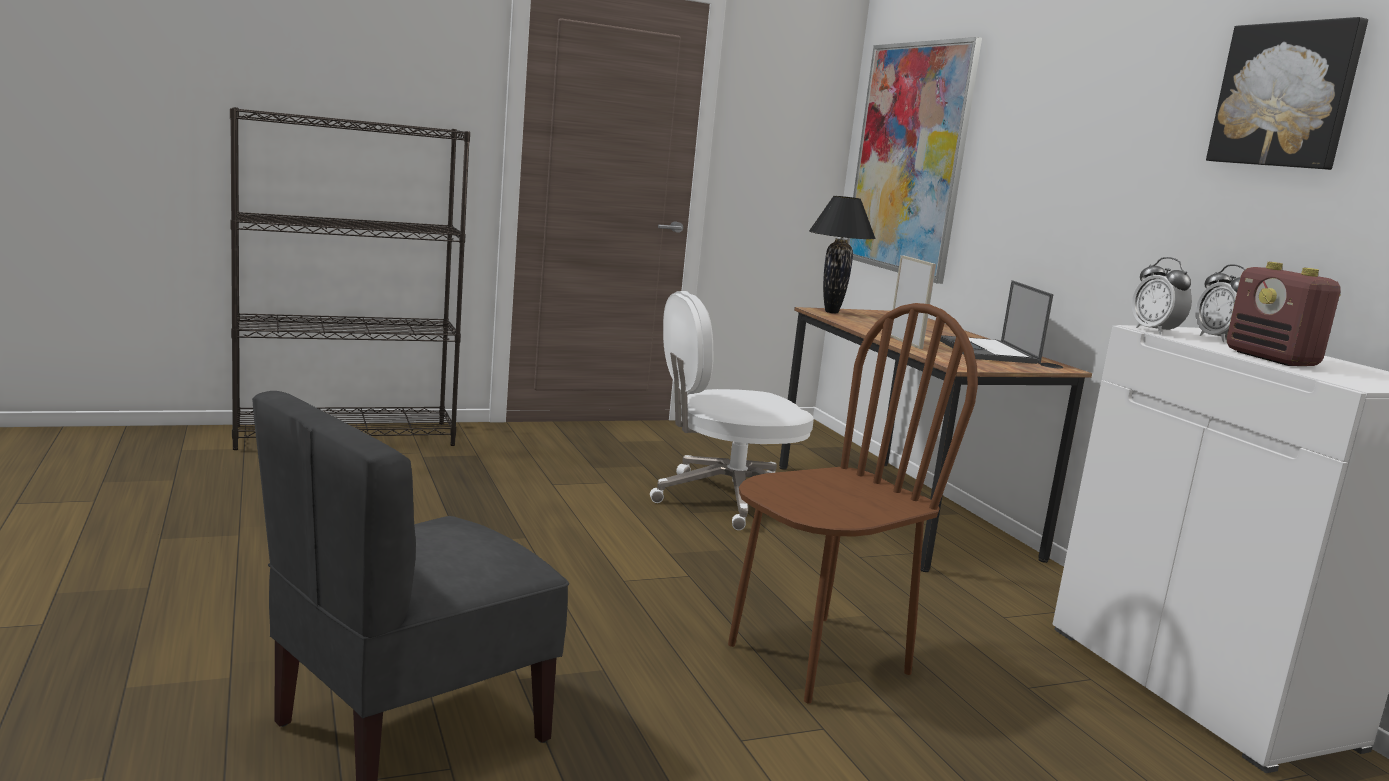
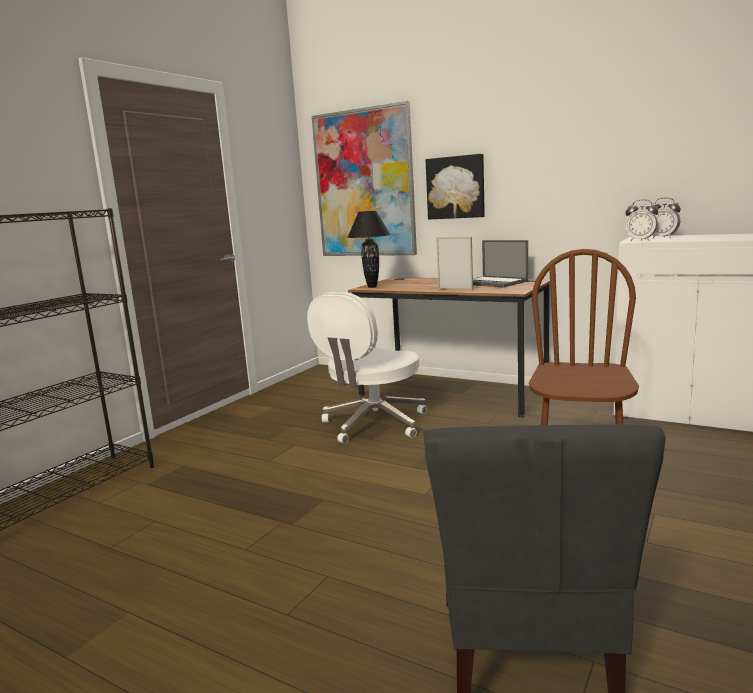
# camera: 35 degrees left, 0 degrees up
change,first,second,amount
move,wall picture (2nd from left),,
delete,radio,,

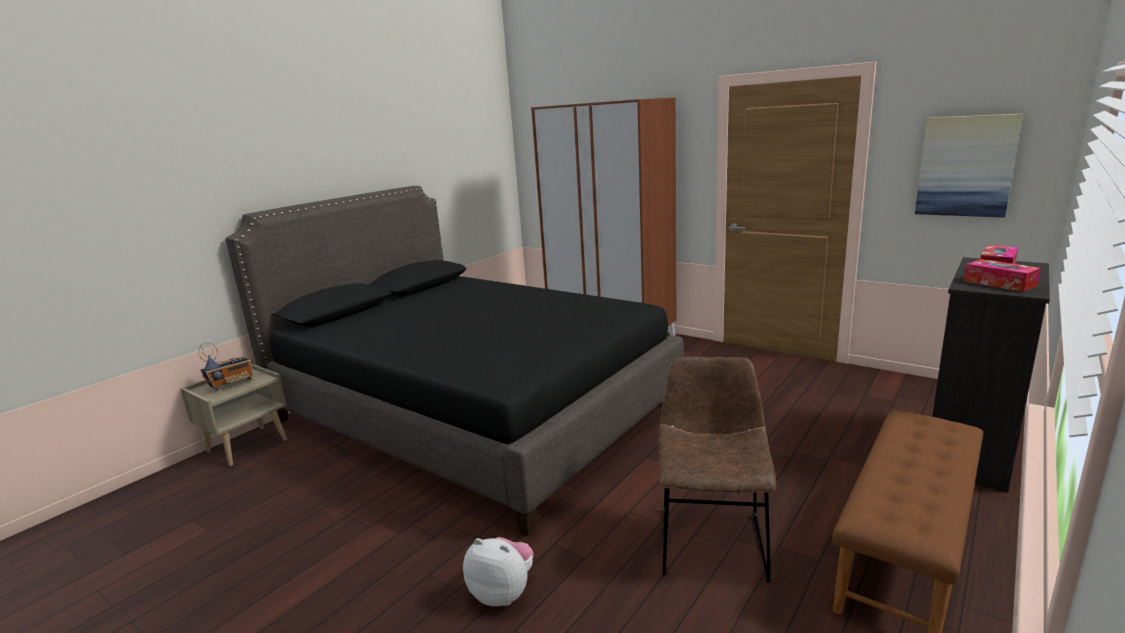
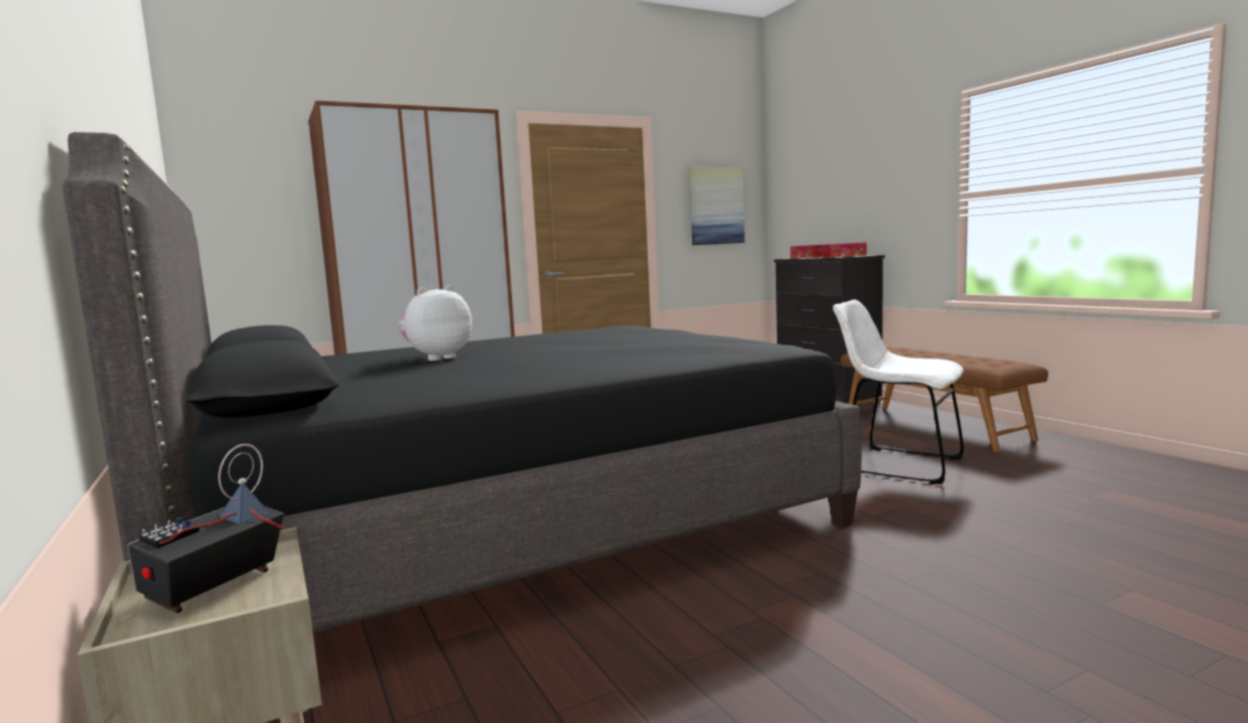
# camera: 65 degrees left, 10 degrees down
change,first,second,amount
rotate,radio,,135 degrees counterclockwise
move,soft toy,,
recolor,brownish upright chair,whitish upright chair,

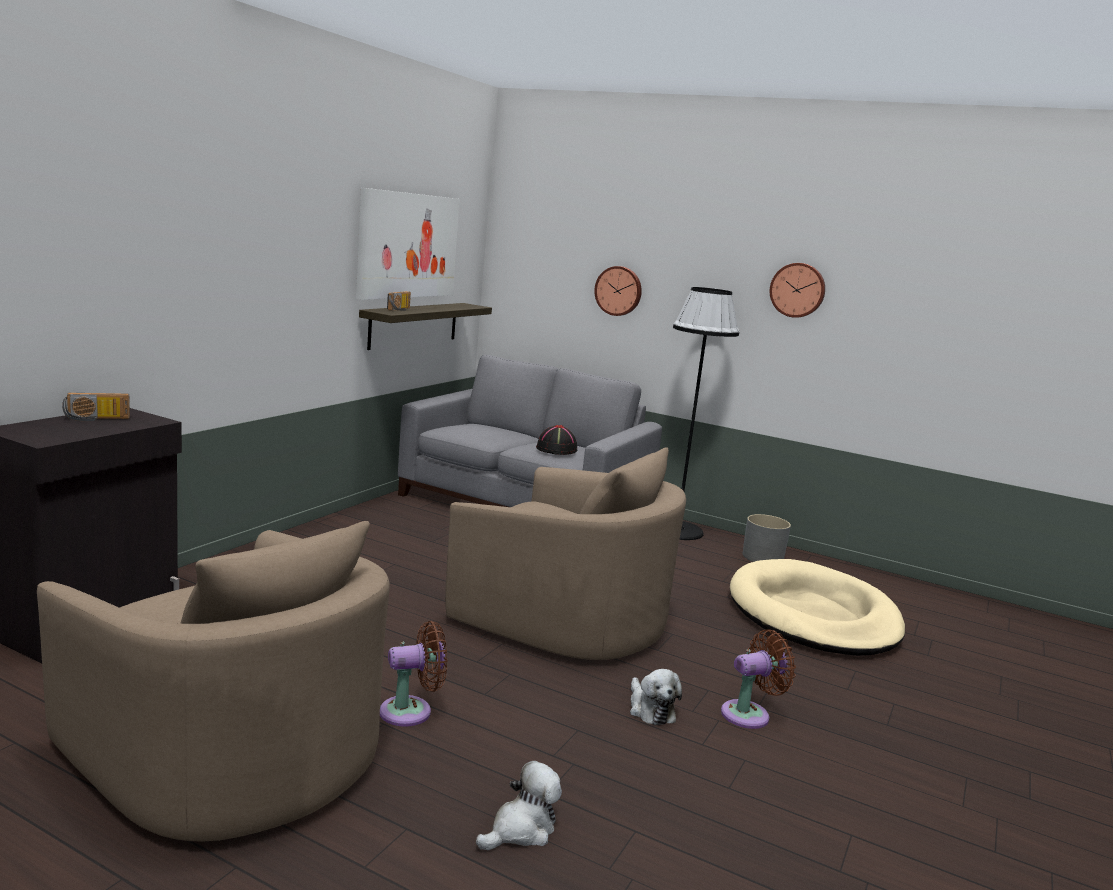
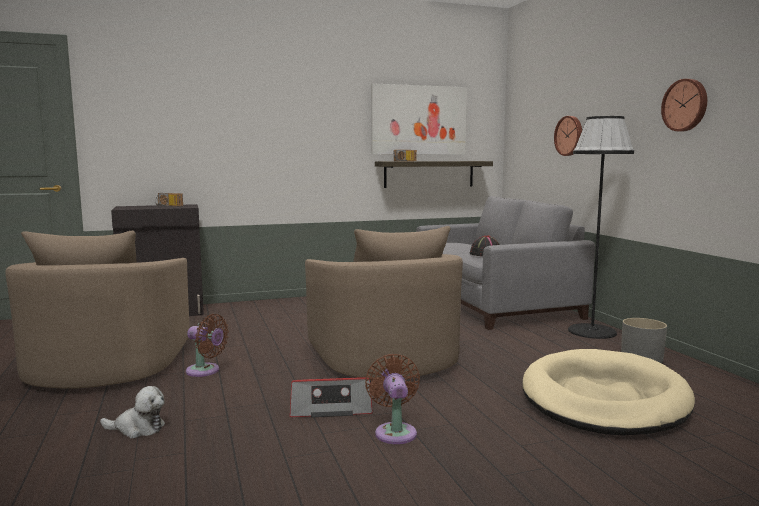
# camera: 45 degrees right, 5 degrees down
change,first,second,amount
replace,soft toy (2nd from left),radio (2nd from left),
rotate,brownish fan (2nd from left),,120 degrees counterclockwise

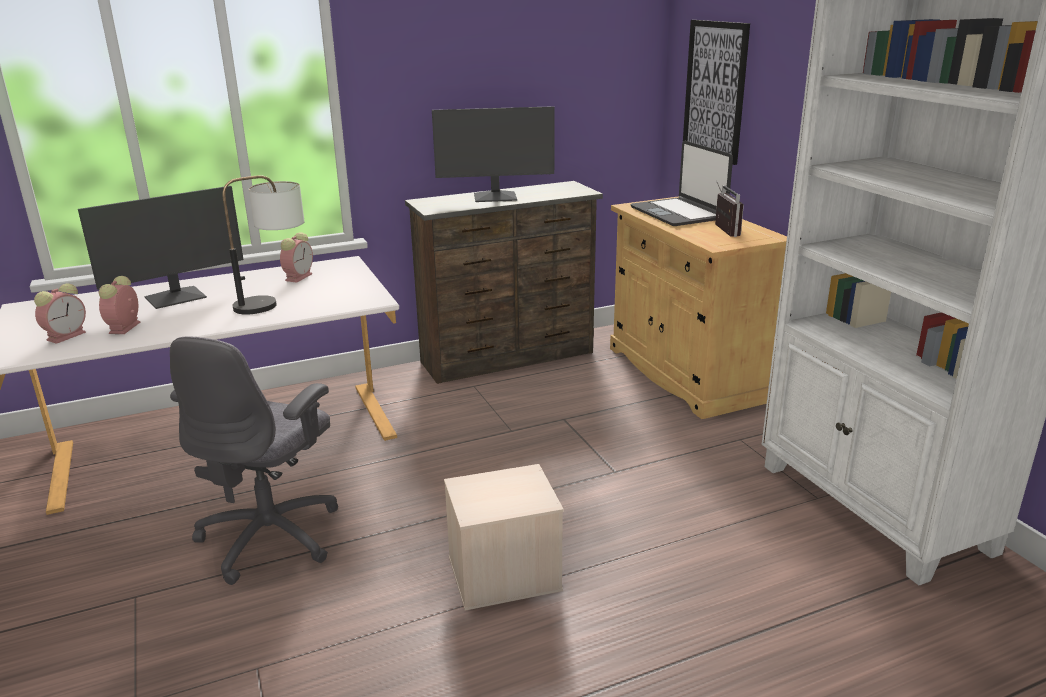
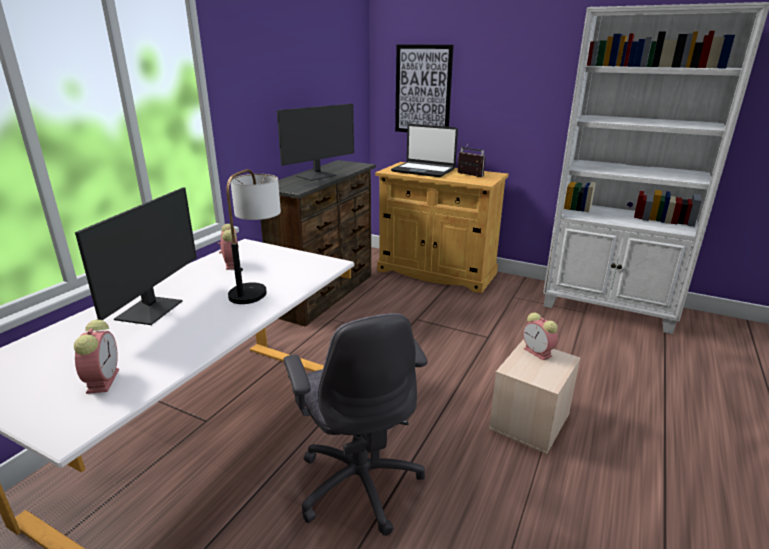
# camera: 40 degrees left, 0 degrees up
change,first,second,amount
move,bedside clock (2nd from left in the first image),bedside clock (3rd from left),

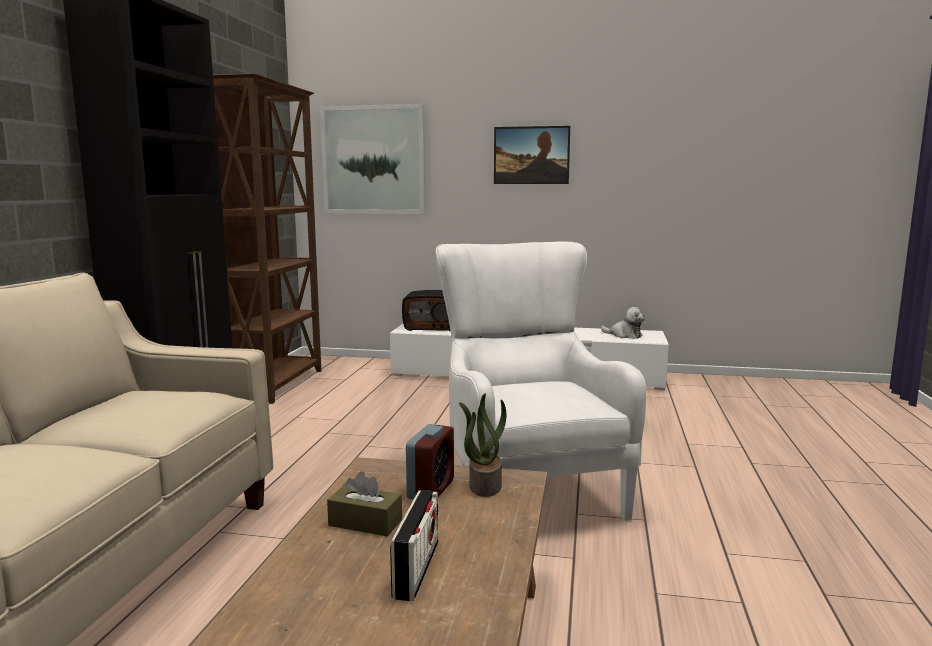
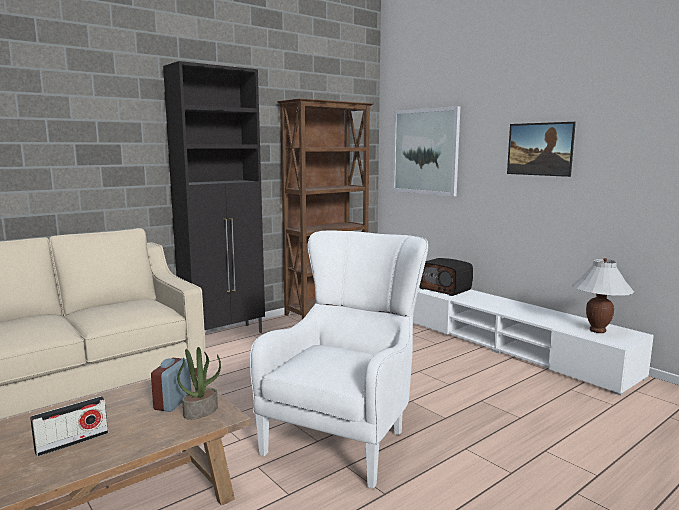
# camera: 40 degrees right, 0 degrees up
change,first,second,amount
delete,brownish tissue box,,
rotate,bedside clock,,135 degrees clockwise
replace,soft toy,whitish table lamp,

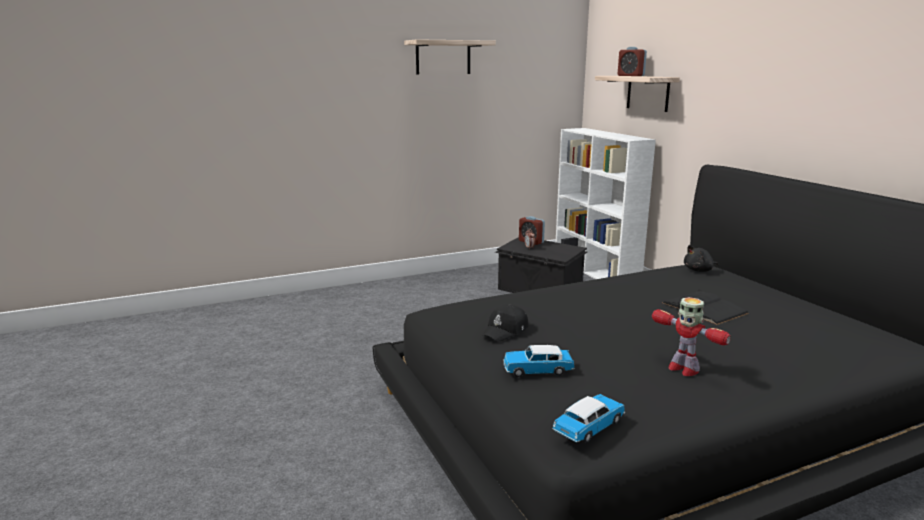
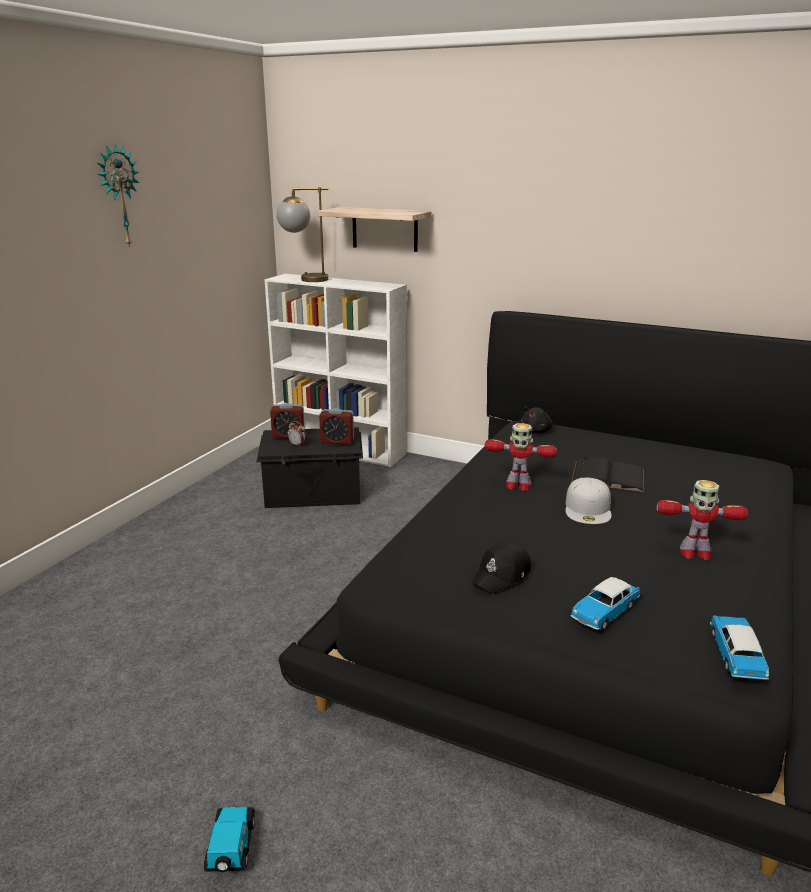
# camera: 40 degrees left, 5 degrees up
change,first,second,amount
replace,shelf (1st from left),hanging clock,
rotate,black-coloured peaked cap,,45 degrees clockwise
move,bedside clock (3rd from left),,
insert,,toy car (1st from left),
insert,,table lamp,
insert,,toy robot (1st from left),
insert,,whitish peaked cap,

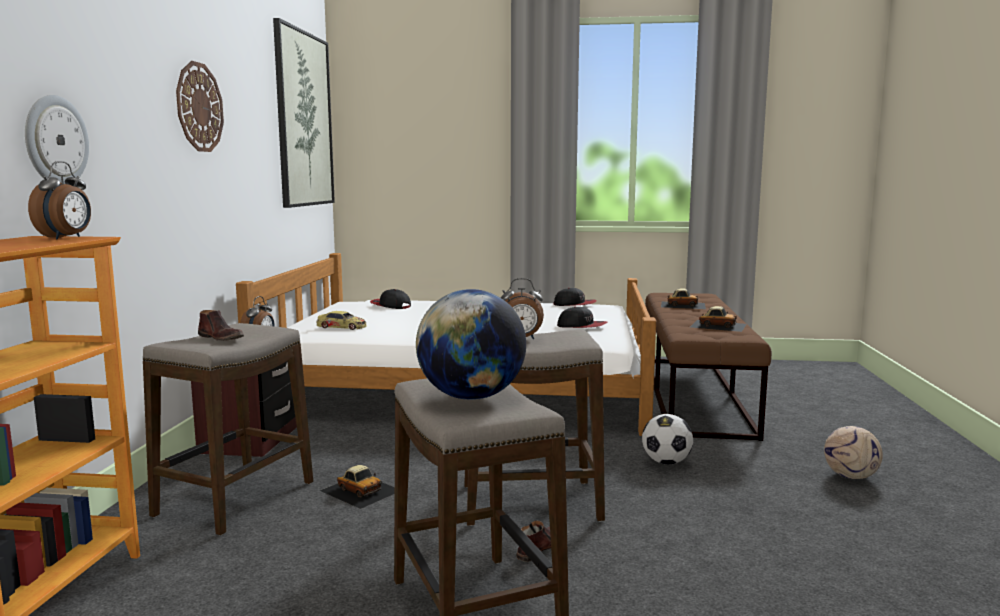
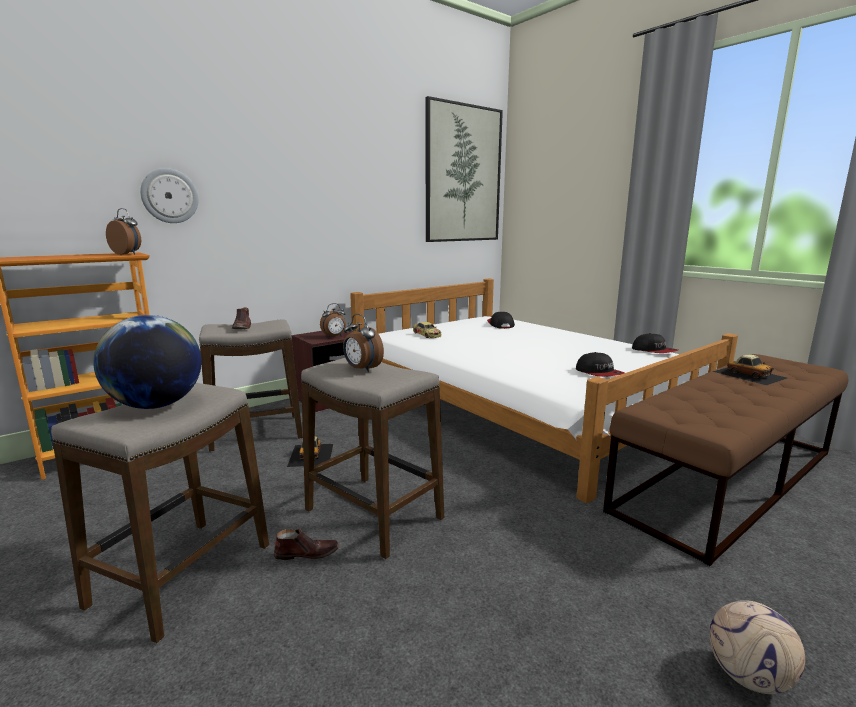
# camera: 45 degrees right, 5 degrees up
change,first,second,amount
rotate,bedside clock (1st from left),,120 degrees counterclockwise
delete,hanging clock (2nd from left),,
delete,football ball (1st from left),,
delete,toy car (4th from left),,

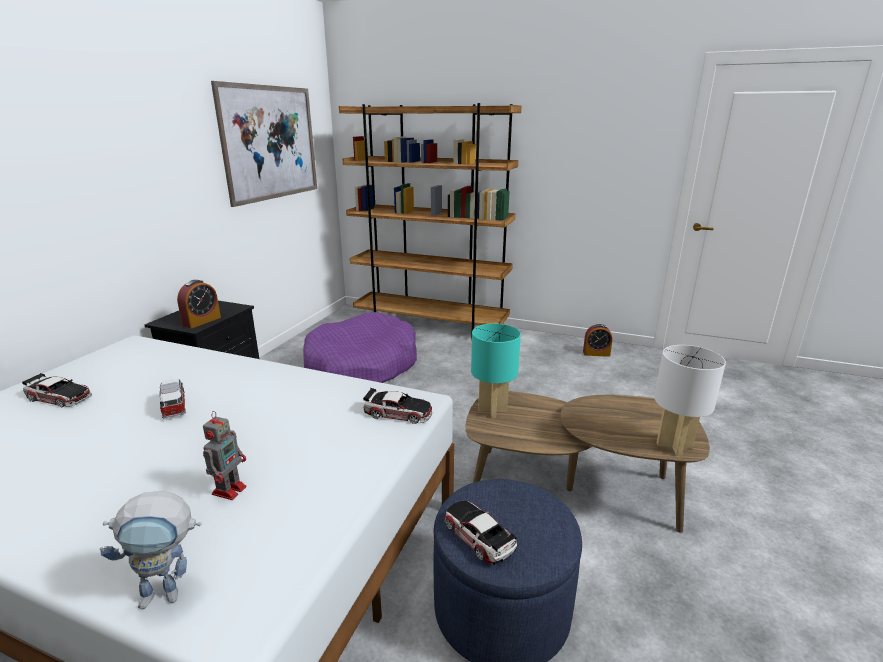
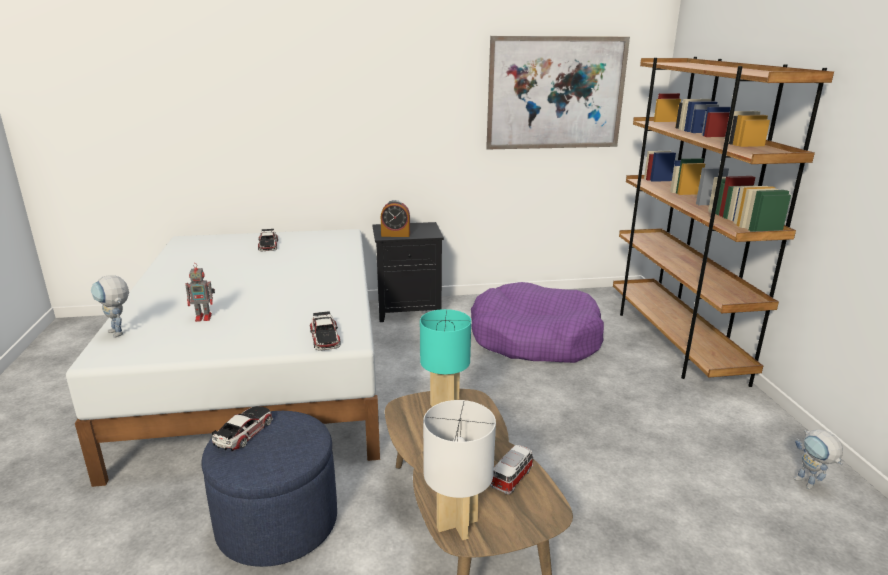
# camera: 60 degrees right, 0 degrees up
change,first,second,amount
move,toy car (2nd from left in the first image),toy car (4th from left),
replace,bedside clock (2nd from left),toy robot (3rd from left),

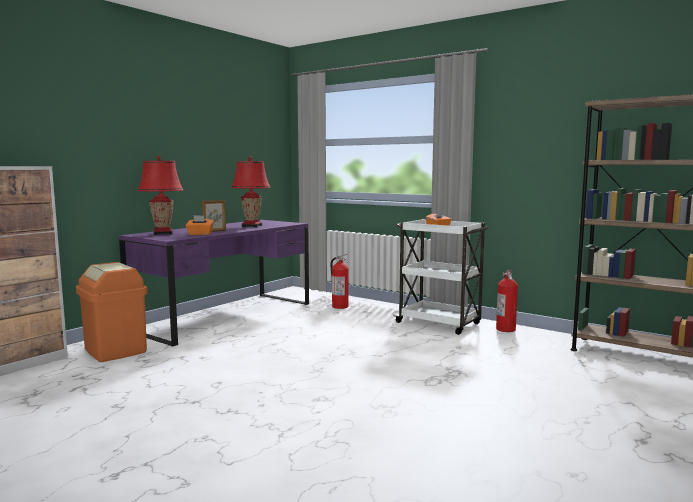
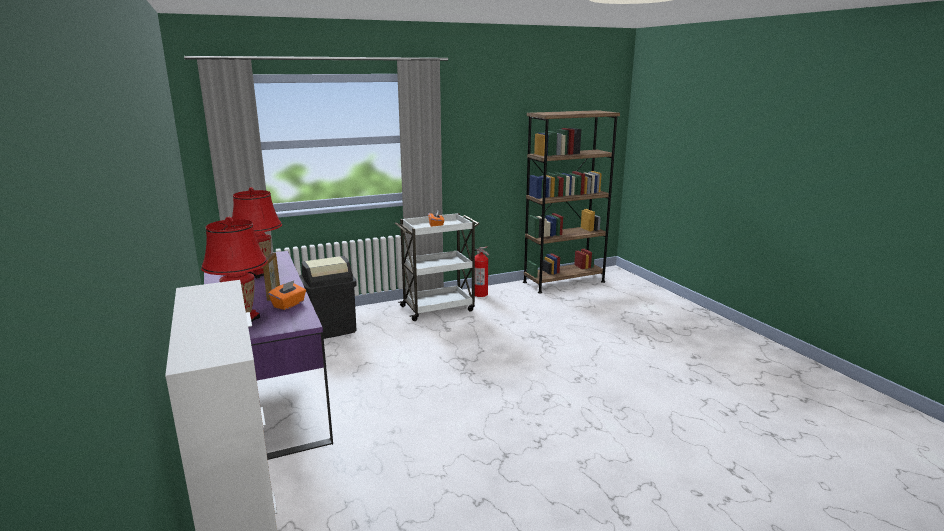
# camera: 60 degrees left, 10 degrees up
change,first,second,amount
delete,orange trash can,,
replace,fire-fighting cylinder (1st from left),black-coloured trash can,

